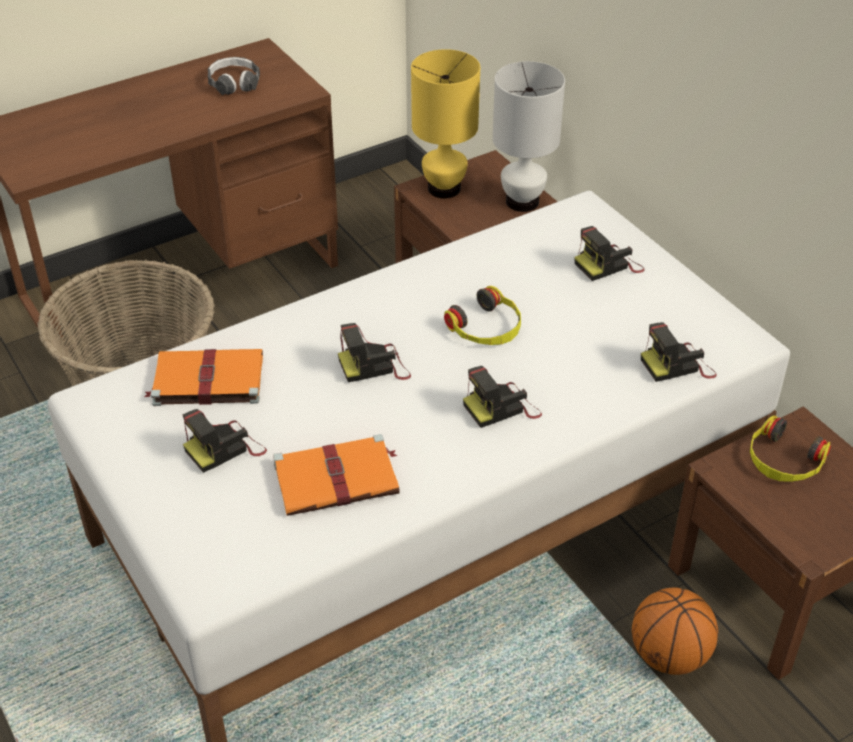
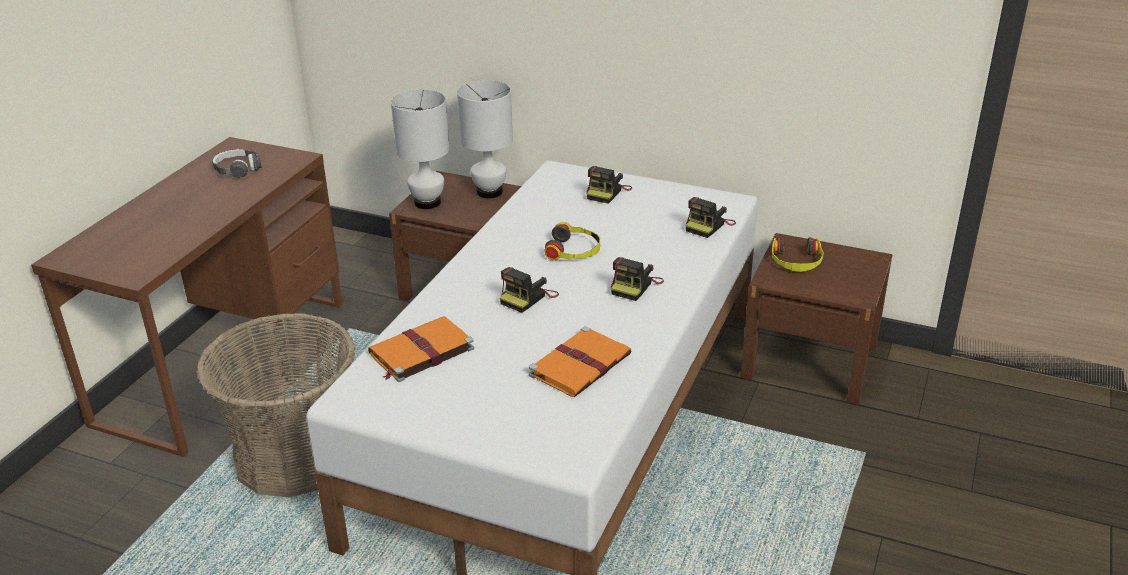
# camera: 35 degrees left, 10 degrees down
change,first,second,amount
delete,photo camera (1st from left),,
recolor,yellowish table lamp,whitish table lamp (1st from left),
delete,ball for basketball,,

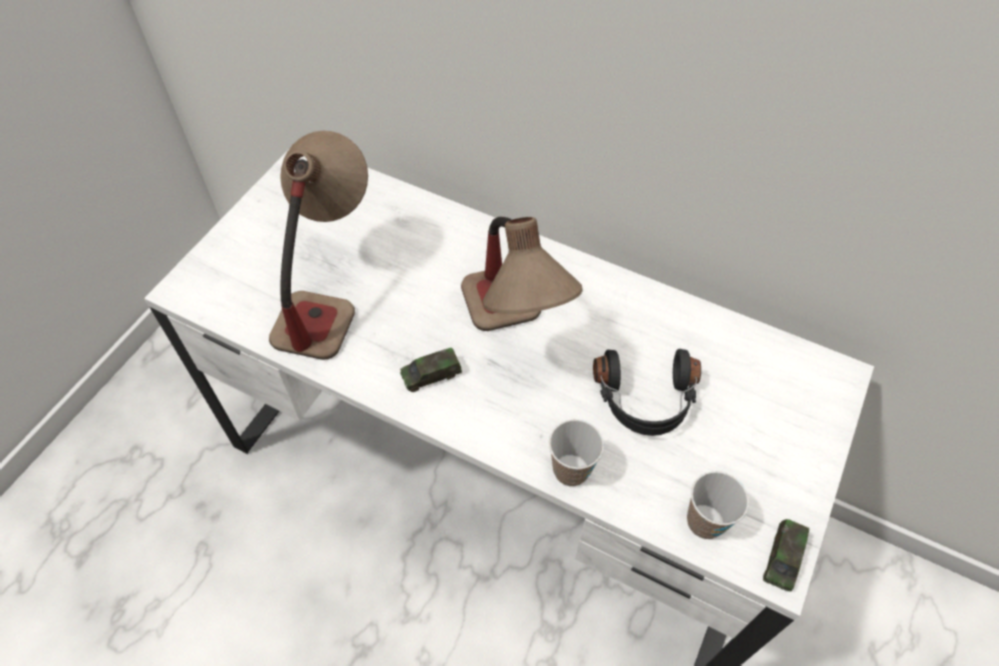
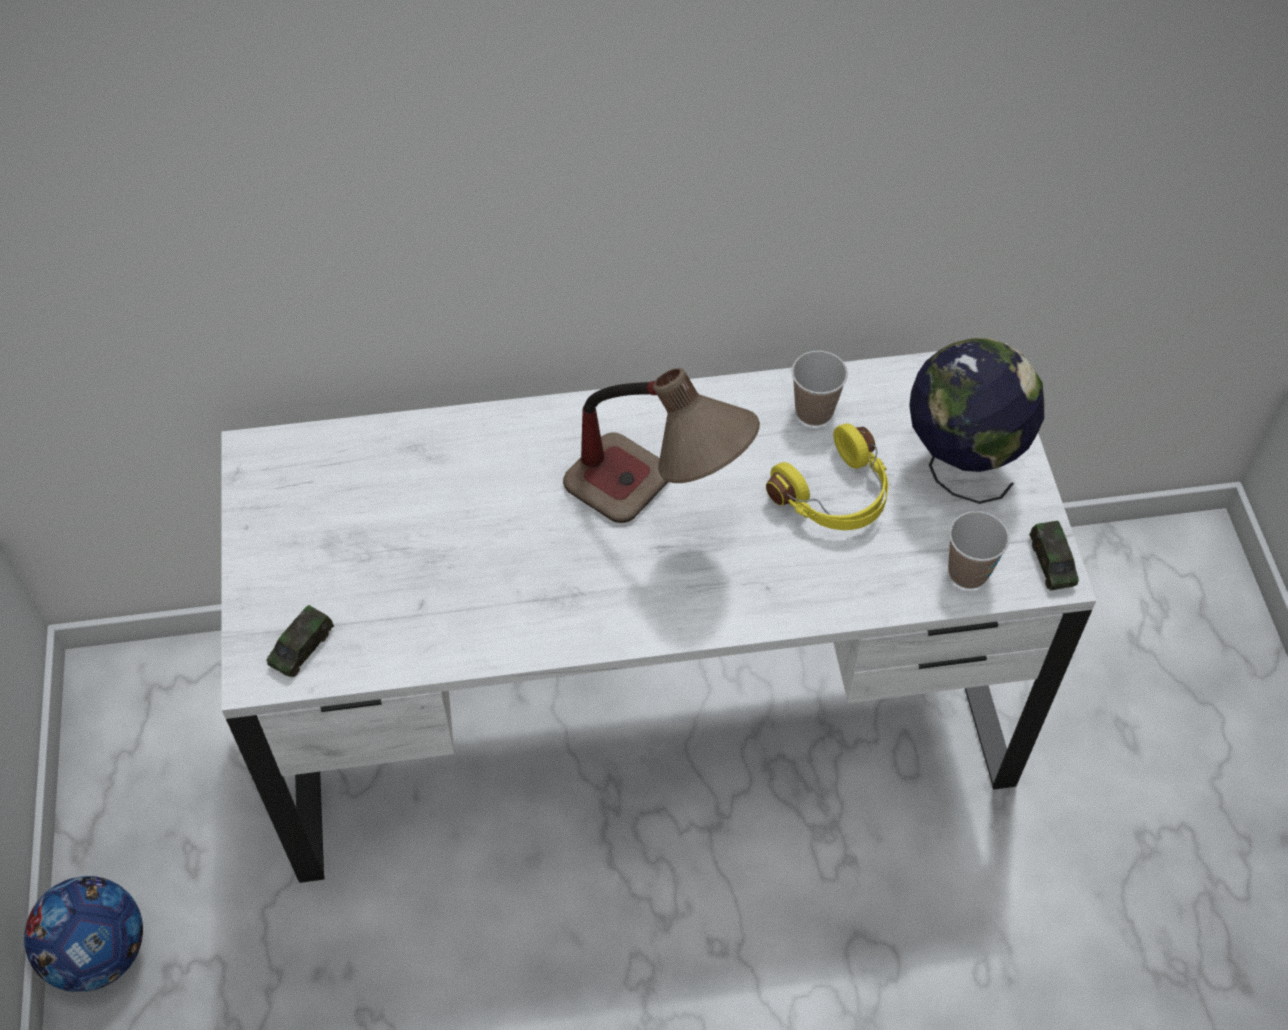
# camera: 35 degrees left, 0 degrees up
change,first,second,amount
delete,table lamp (1st from left),,
move,toy car (1st from left),,
move,small cup (1st from left),,
recolor,black-coloured headset,yellowish headset,
insert,,football ball,
insert,,desk globe,

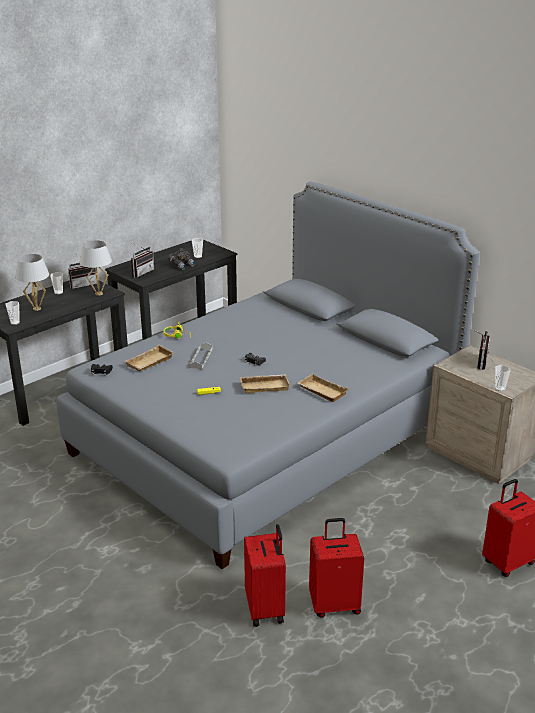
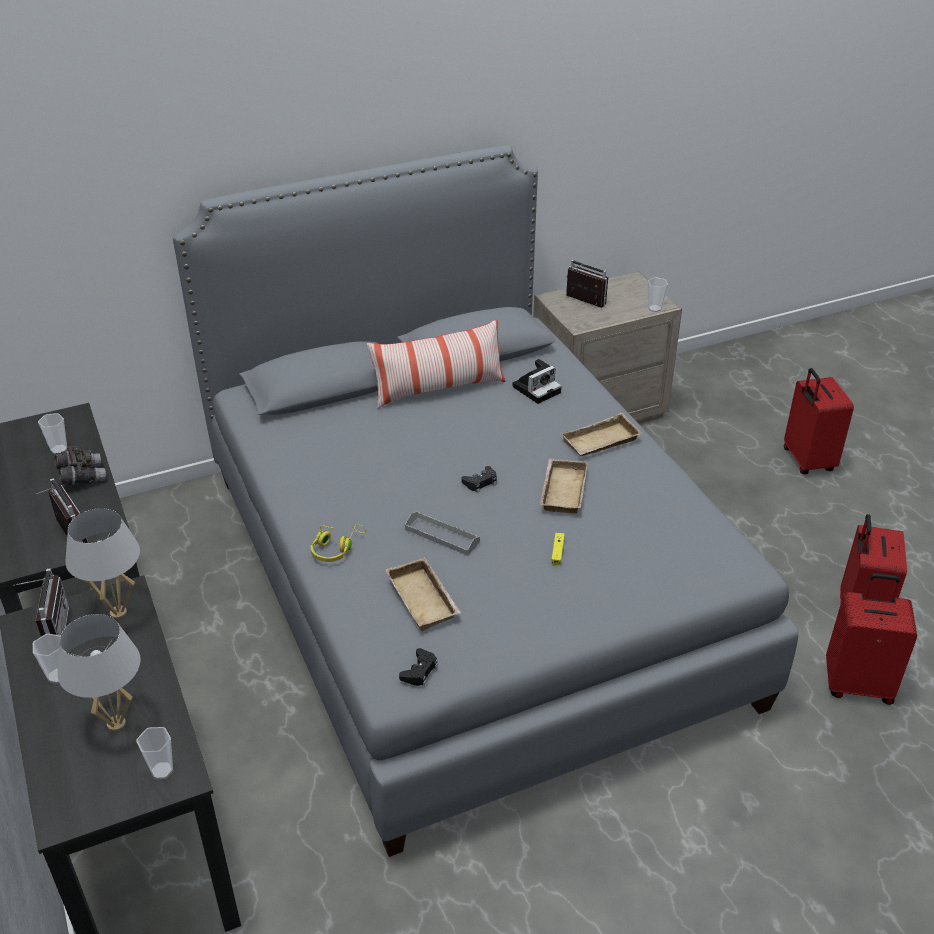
# camera: 70 degrees left, 10 degrees up
change,first,second,amount
insert,,cushion,
insert,,photo camera,

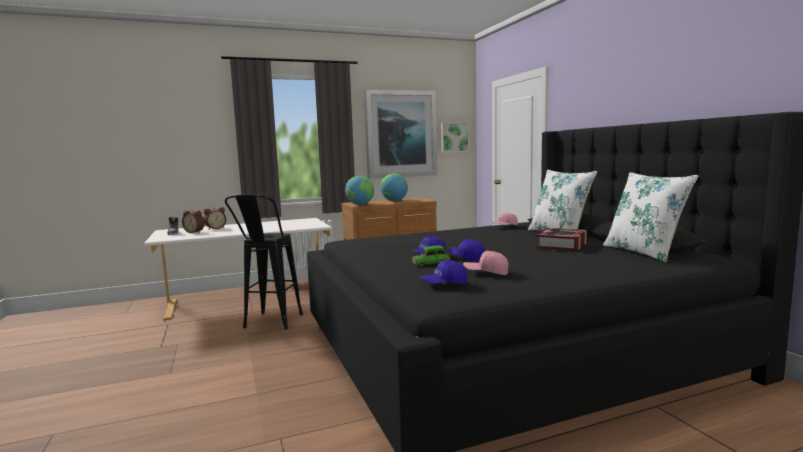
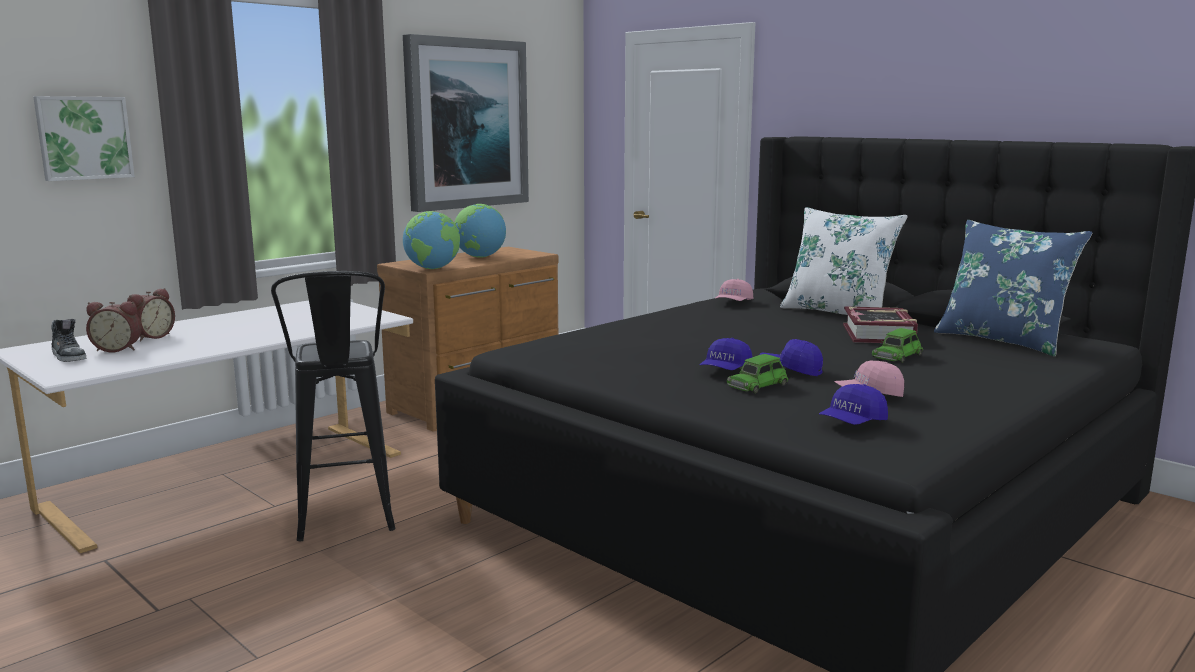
# camera: 25 degrees left, 5 degrees up
change,first,second,amount
move,wall picture (2nd from left in the first image),wall picture (1st from left),
recolor,whitish cushion (2nd from left),bluish cushion,
insert,,greenish toy car (2nd from left),

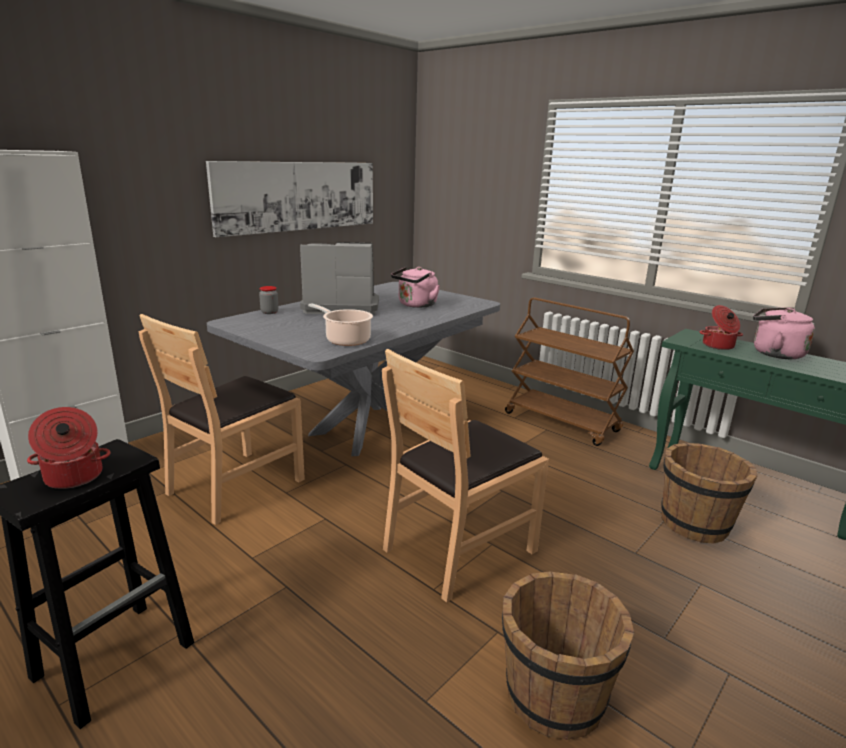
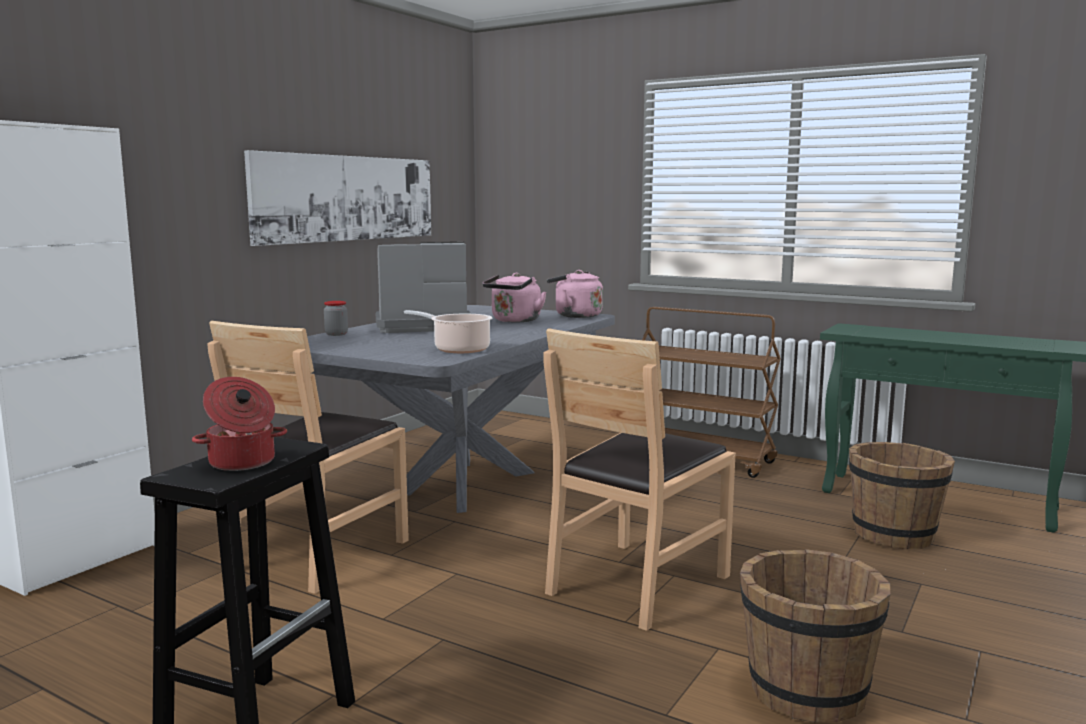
# camera: 10 degrees left, 10 degrees down
change,first,second,amount
delete,stockpot (3rd from left),,
move,pink-coloured tea kettle (2nd from left),,

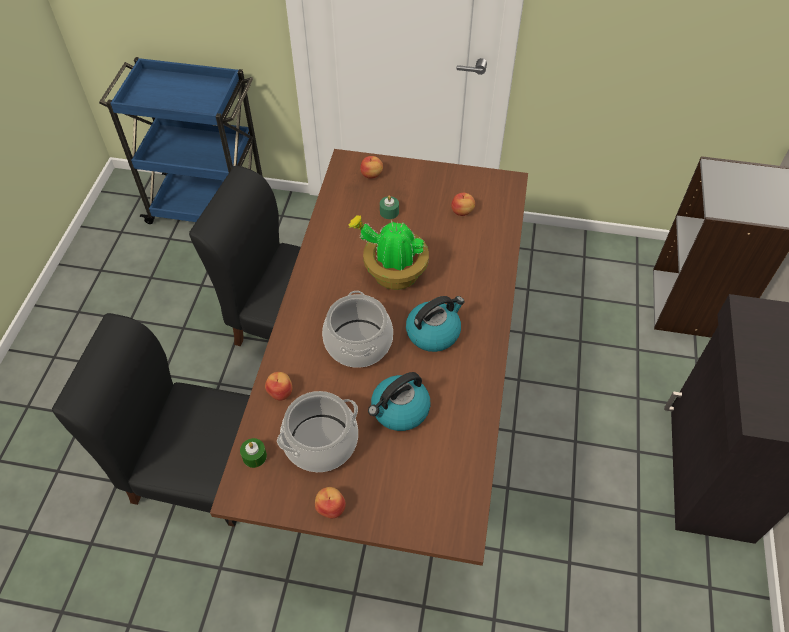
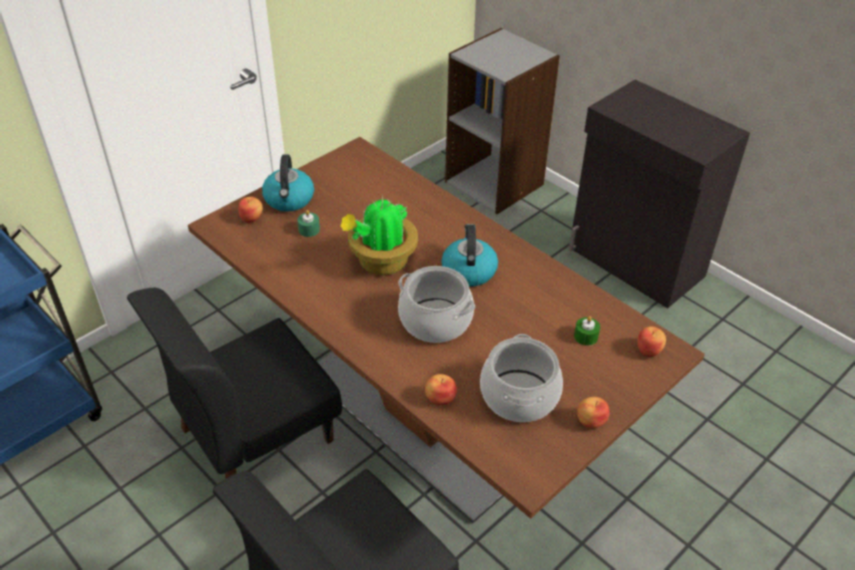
# camera: 55 degrees left, 10 degrees down
change,first,second,amount
move,greenish wax candle (1st from left in the first image),greenish wax candle (2nd from left),
move,tea kettle (1st from left),,
move,apple (4th from left),,

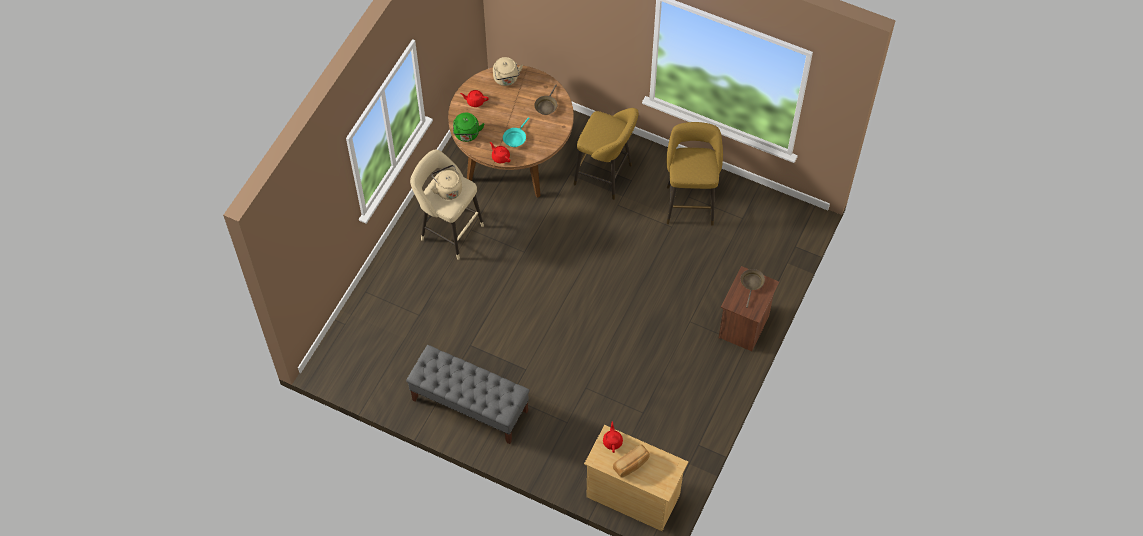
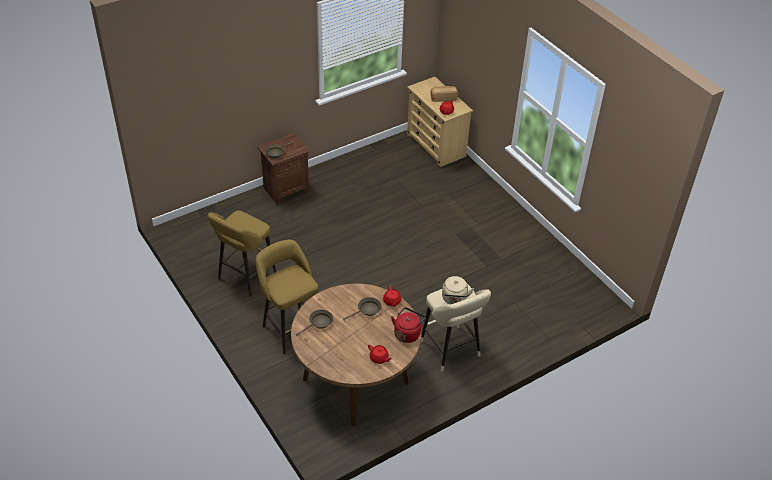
# camera: 150 degrees left, 15 degrees down
change,first,second,amount
delete,greyish long seat,,
recolor,greenish tea kettle,red tea kettle,
delete,sand-coloured tea kettle (2nd from left),,
recolor,blue-green pan,brownish pan (3rd from left),

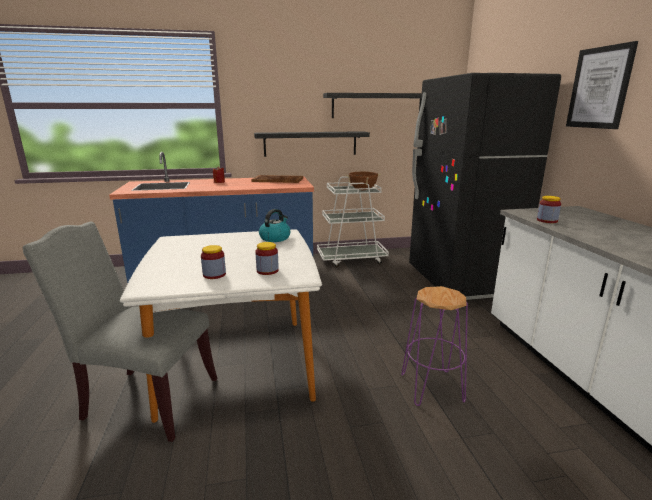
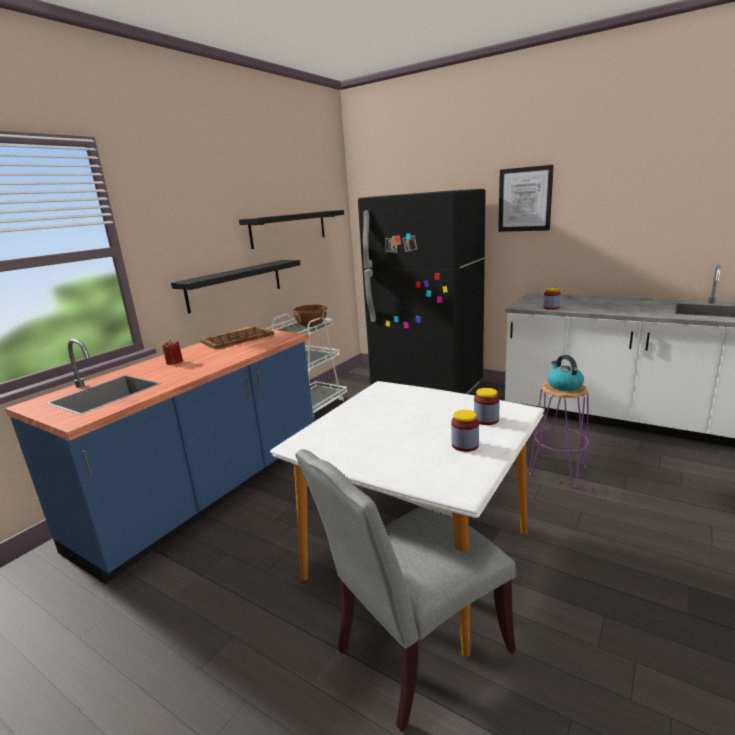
# camera: 45 degrees left, 0 degrees up
change,first,second,amount
move,tea kettle,,

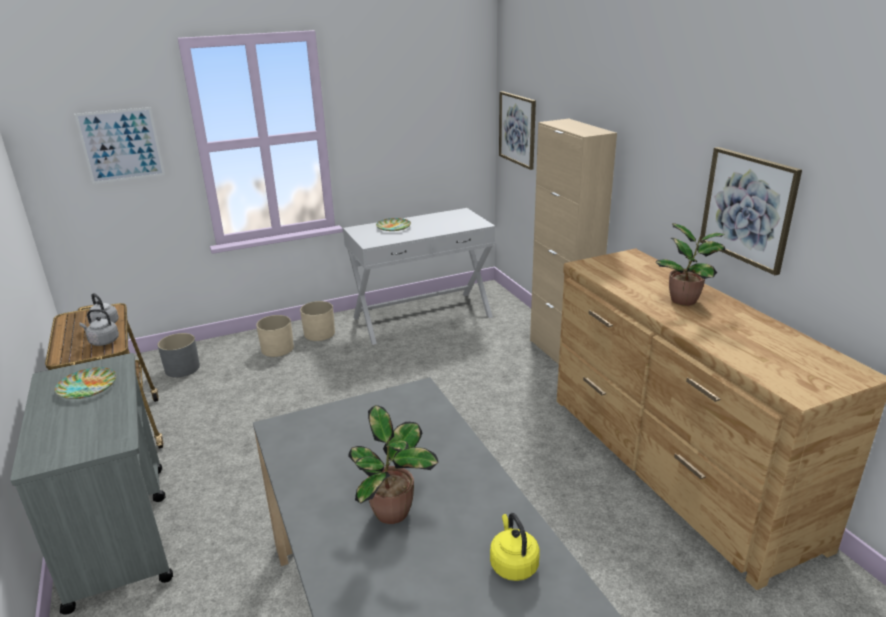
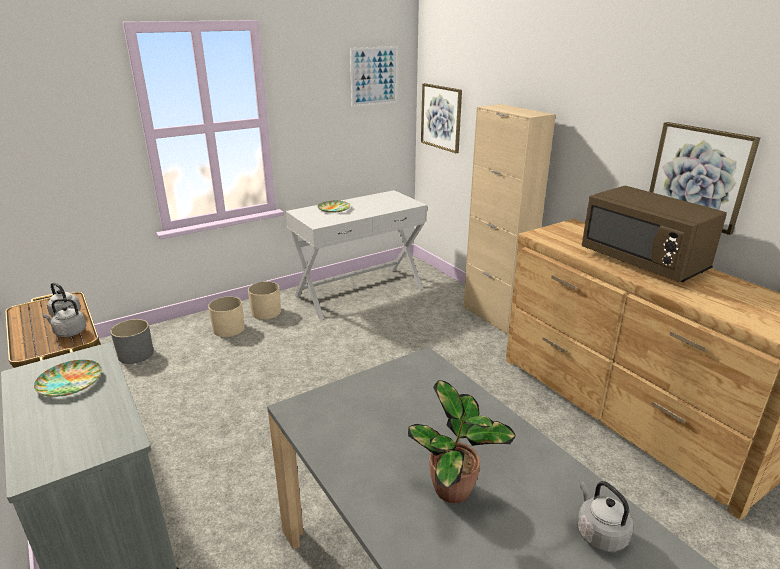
# camera: 10 degrees left, 0 degrees up
change,first,second,amount
move,wall picture (1st from left),,
recolor,yellowish tea kettle,greyish tea kettle (3rd from left),
replace,potted plant (2nd from left),brownish microwave oven,

